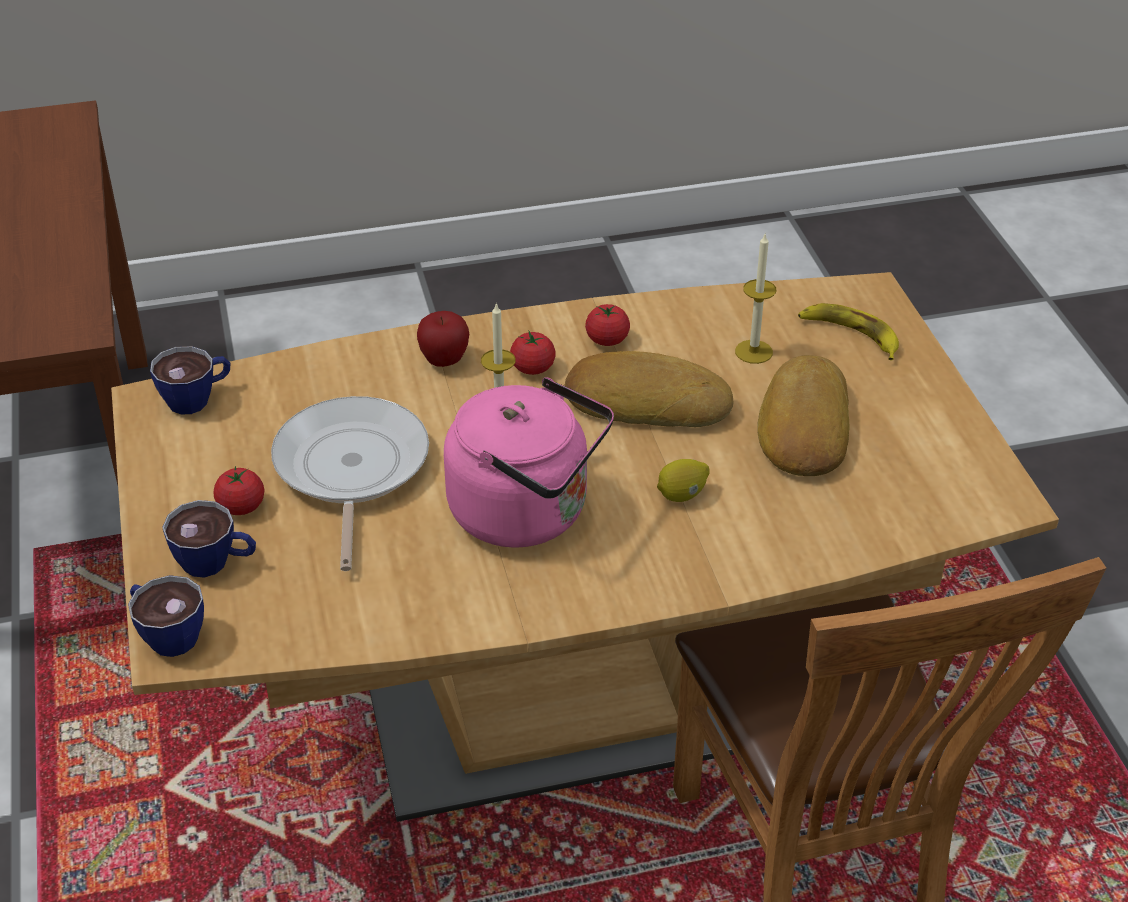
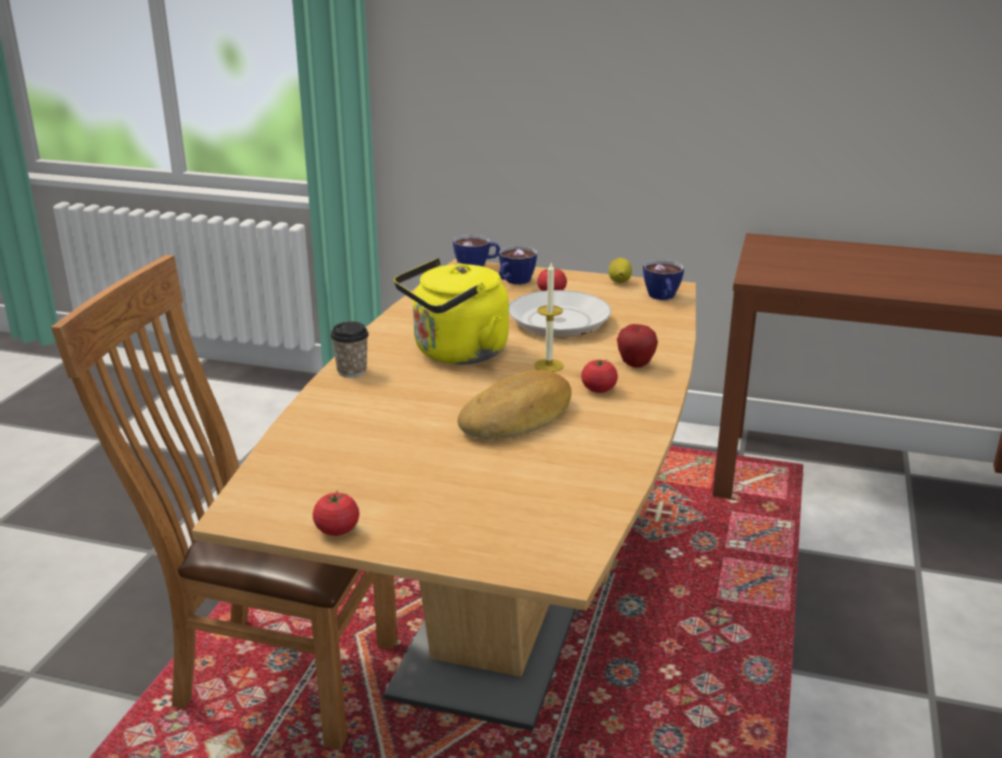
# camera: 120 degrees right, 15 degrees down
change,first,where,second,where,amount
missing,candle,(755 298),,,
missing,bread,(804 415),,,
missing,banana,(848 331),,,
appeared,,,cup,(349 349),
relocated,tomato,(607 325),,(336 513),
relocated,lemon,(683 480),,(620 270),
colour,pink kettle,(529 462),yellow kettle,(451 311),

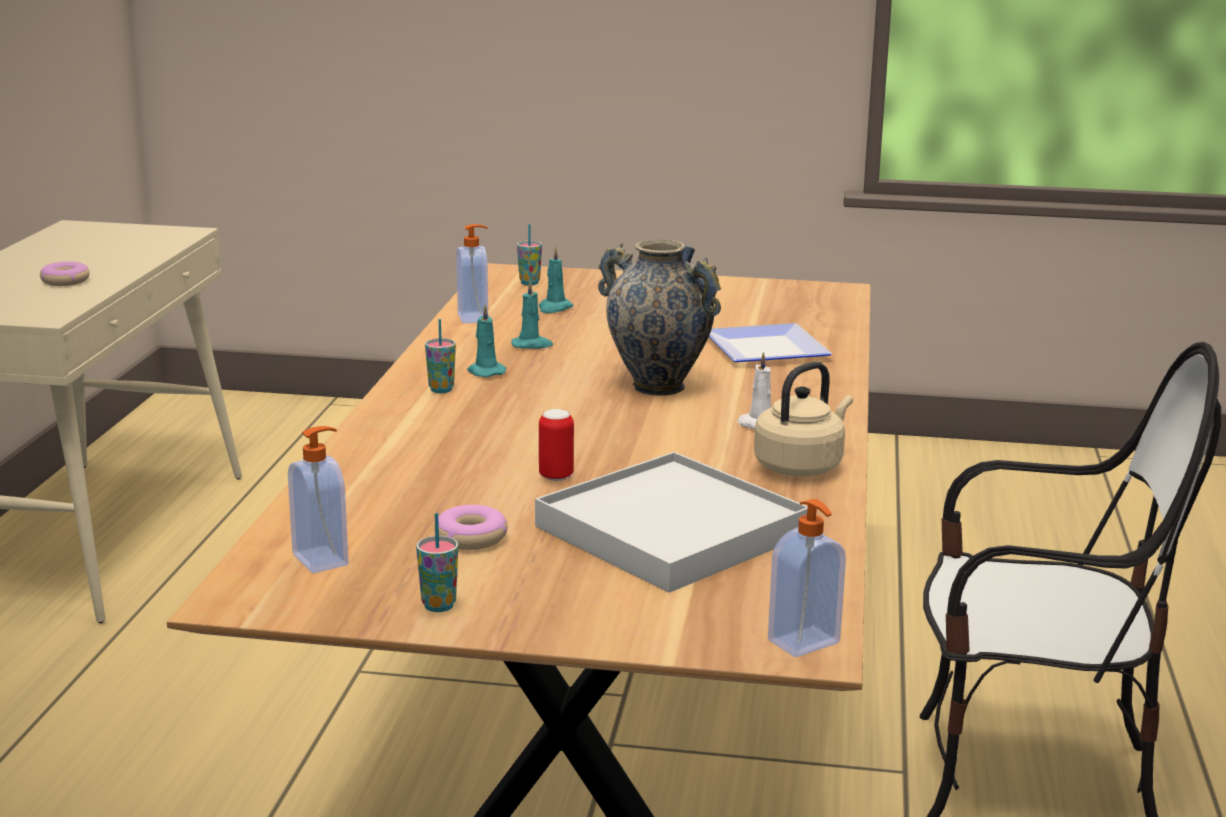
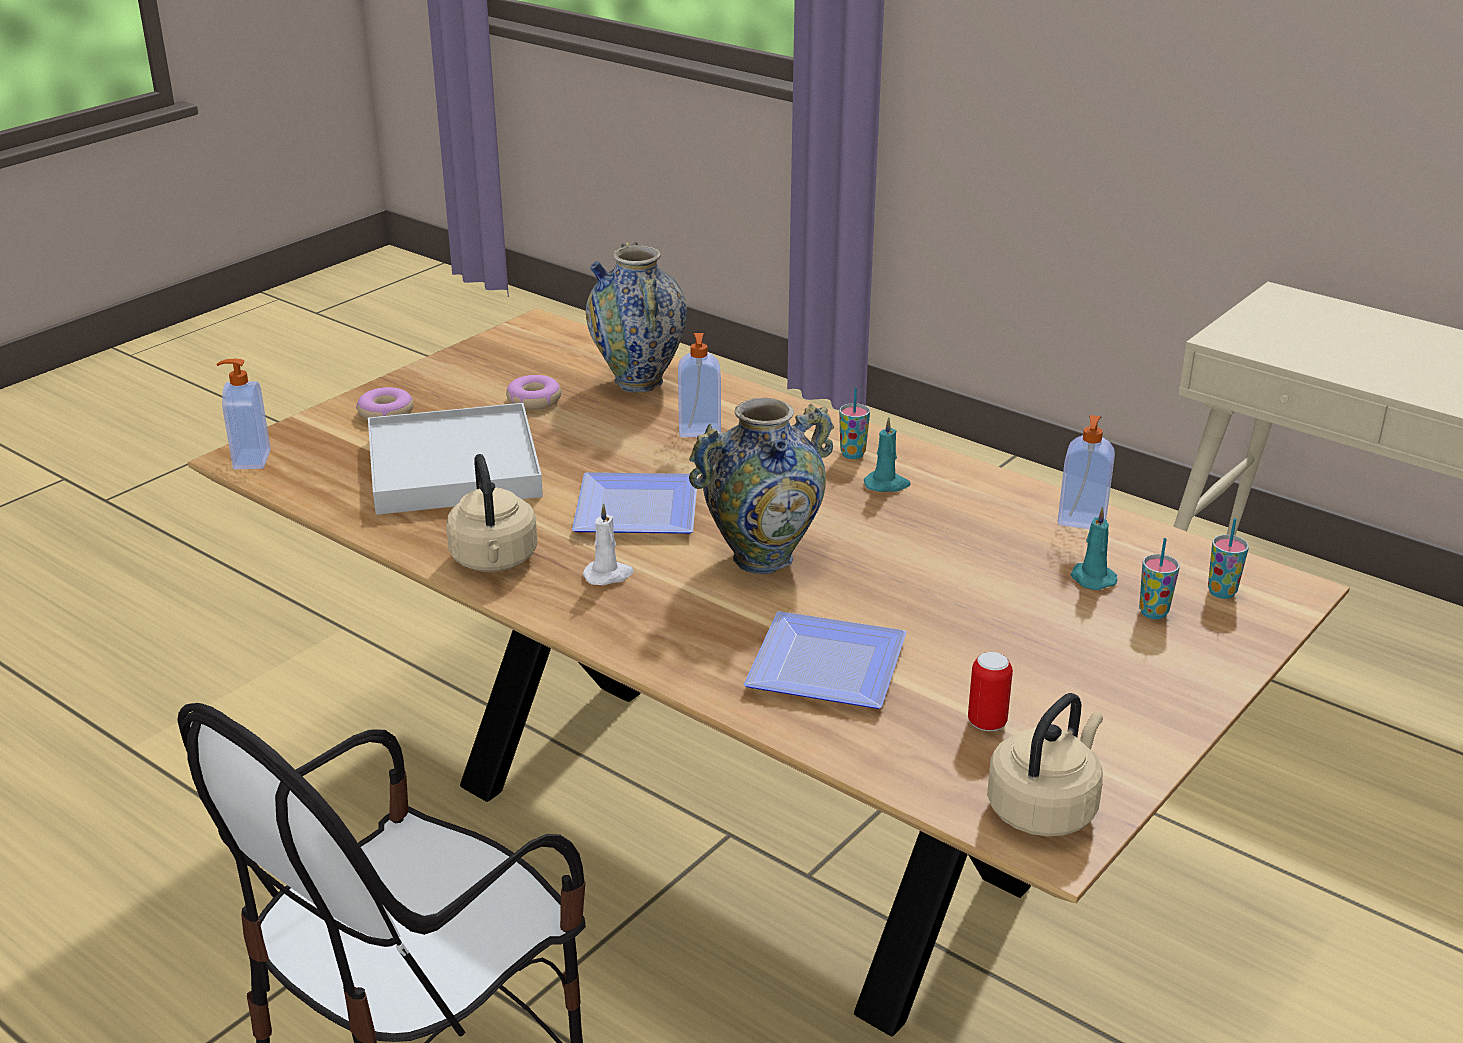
# camera: 120 degrees right, 10 degrees up
change,first,where,second,where,amount
missing,turquoise candle,(532 314),,,
appeared,,,plate,(635 503),
appeared,,,vase,(636 317),
appeared,,,beige kettle,(1045 764),
relocated,donut,(65 273),,(385 403),
relocated,soap dispenser,(318 499),,(699 385),
relocated,cup,(437 562),,(1159 578),
relocated,can,(556 445),,(990 691),

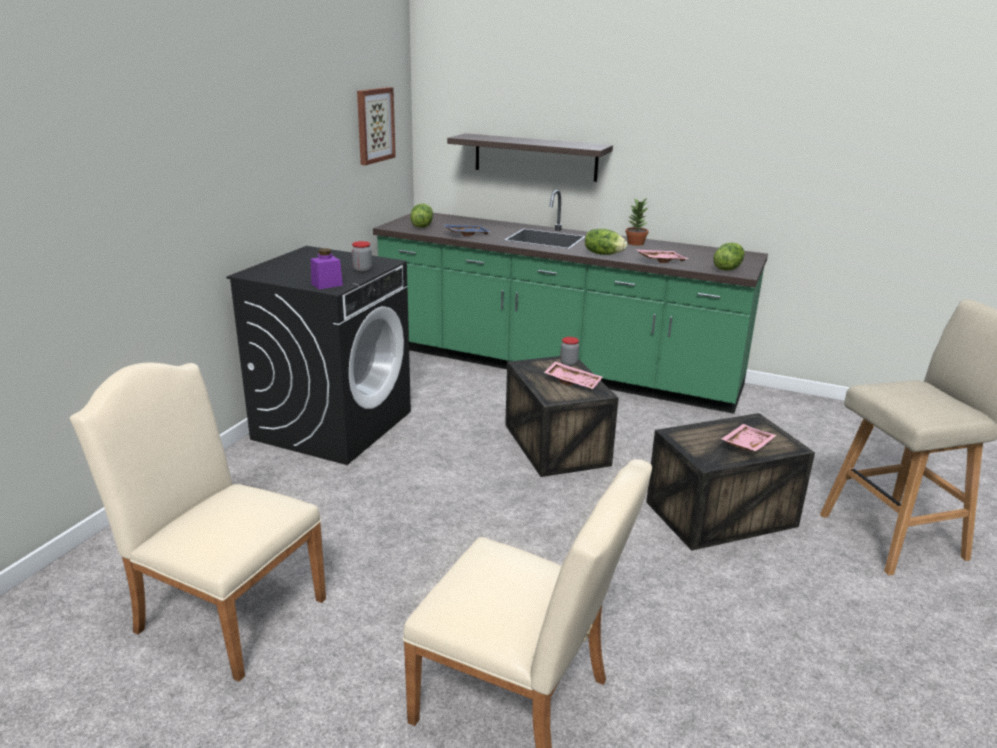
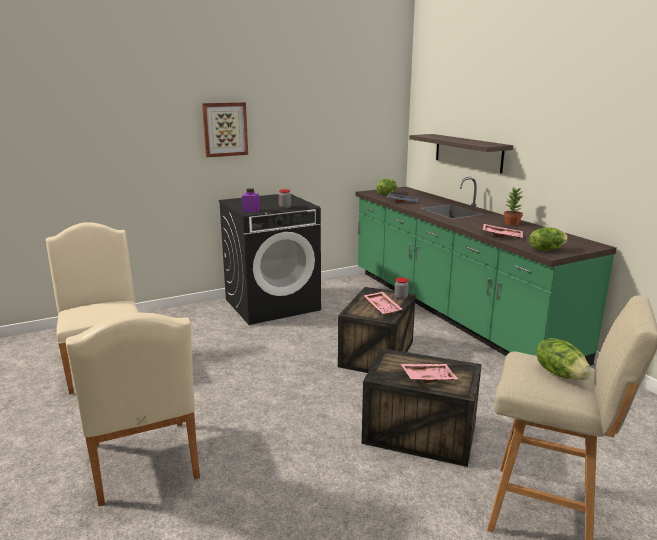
# camera: 40 degrees right, 5 degrees down
change,first,where,second,where,amount
relocated,picture,(376 126),,(225 129),
relocated,lettuce,(606 242),,(564 359),

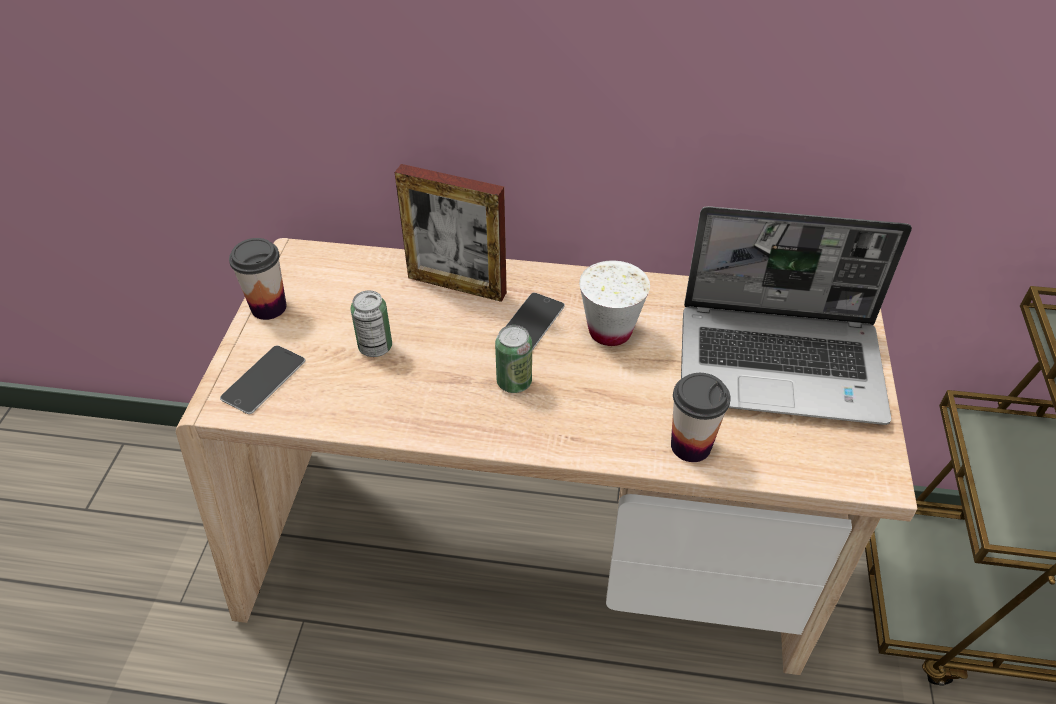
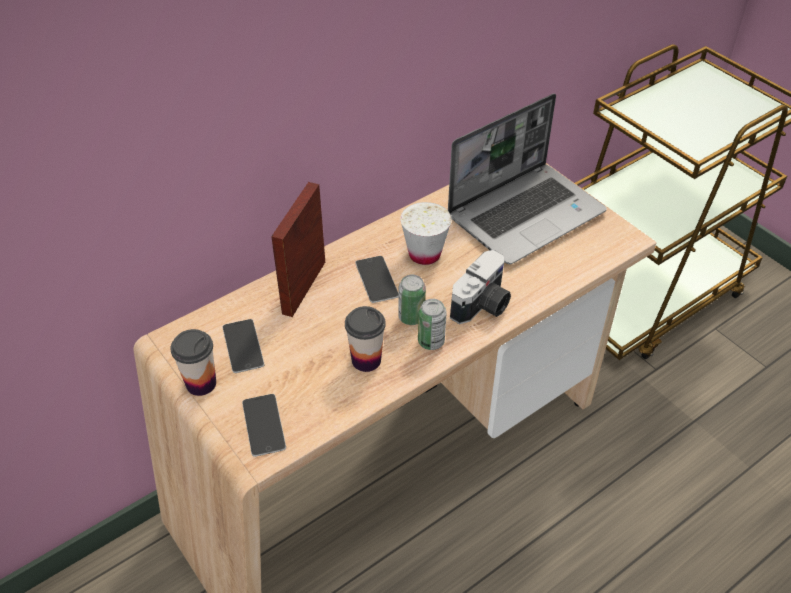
# camera: 45 degrees left, 0 degrees up
change,first,where,second,where,amount
appeared,,,phone,(243 346),
appeared,,,photo camera,(480 287),
relocated,can,(371 323),,(432 324),
relocated,cup,(701 417),,(365 339),
spun,picture frame,(451 233),,(298 249),135 degrees clockwise

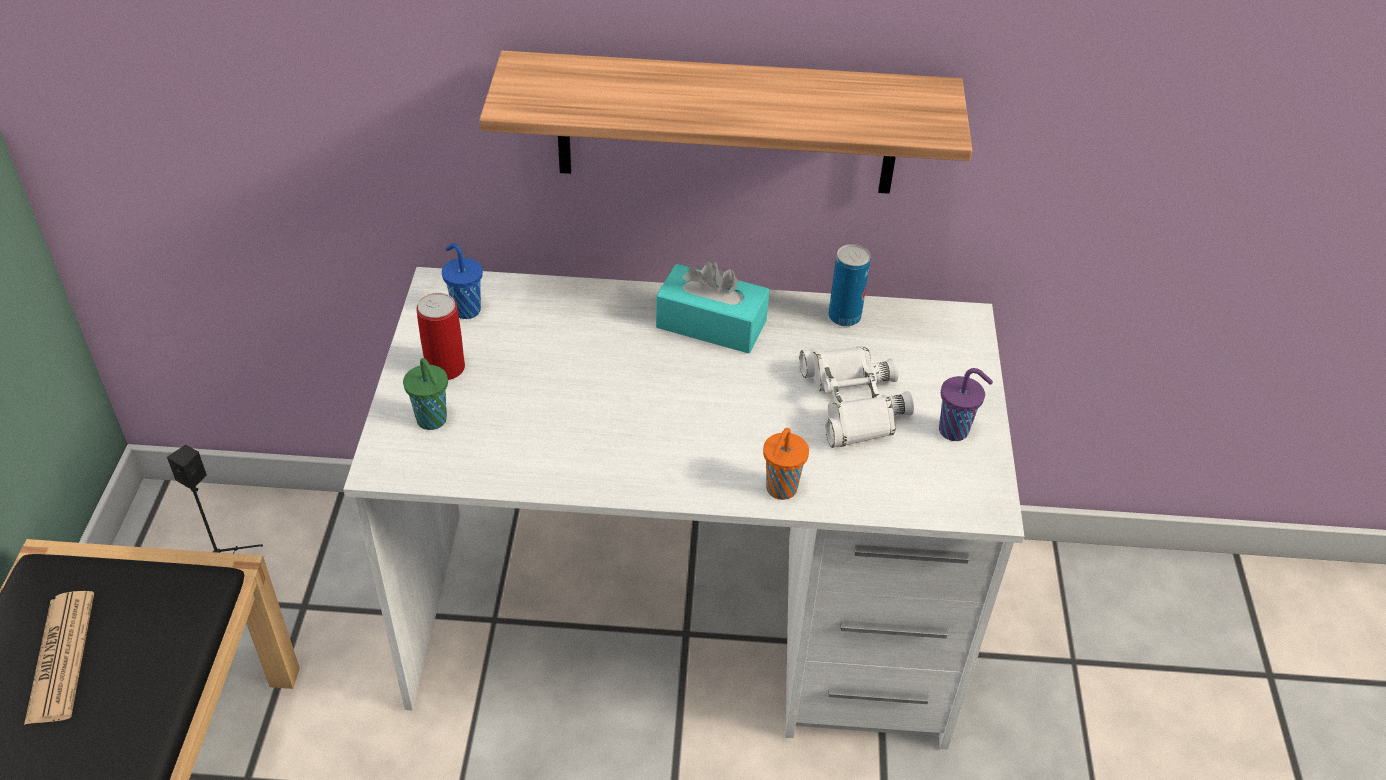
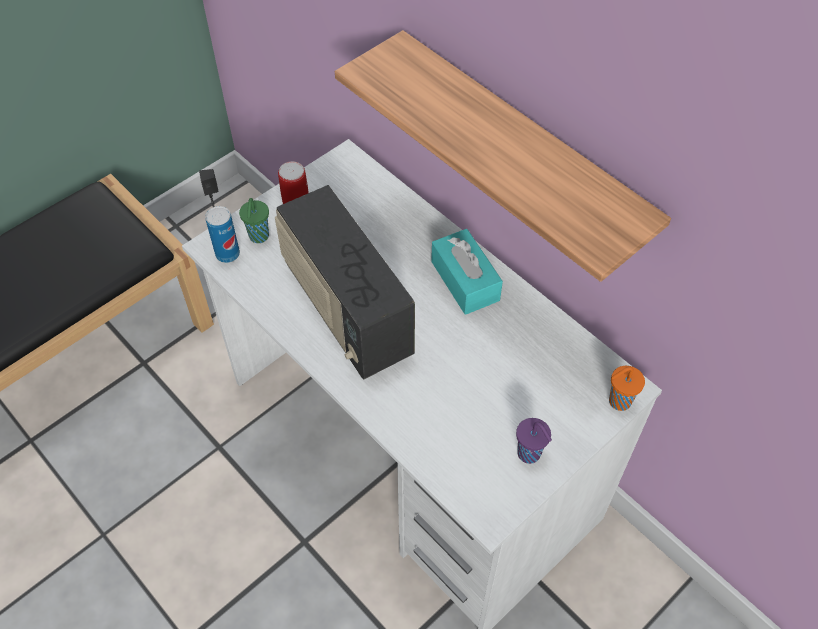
# camera: 45 degrees right, 10 degrees up
change,first,where,second,where,amount
missing,newspaper,(59 658),,,
missing,blue cup,(462 281),,,
missing,white binoculars,(856 397),,,
appeared,,,radio,(345 282),
relocated,orange cup,(786 464),,(627 388),
relocated,can,(849 285),,(222 234),

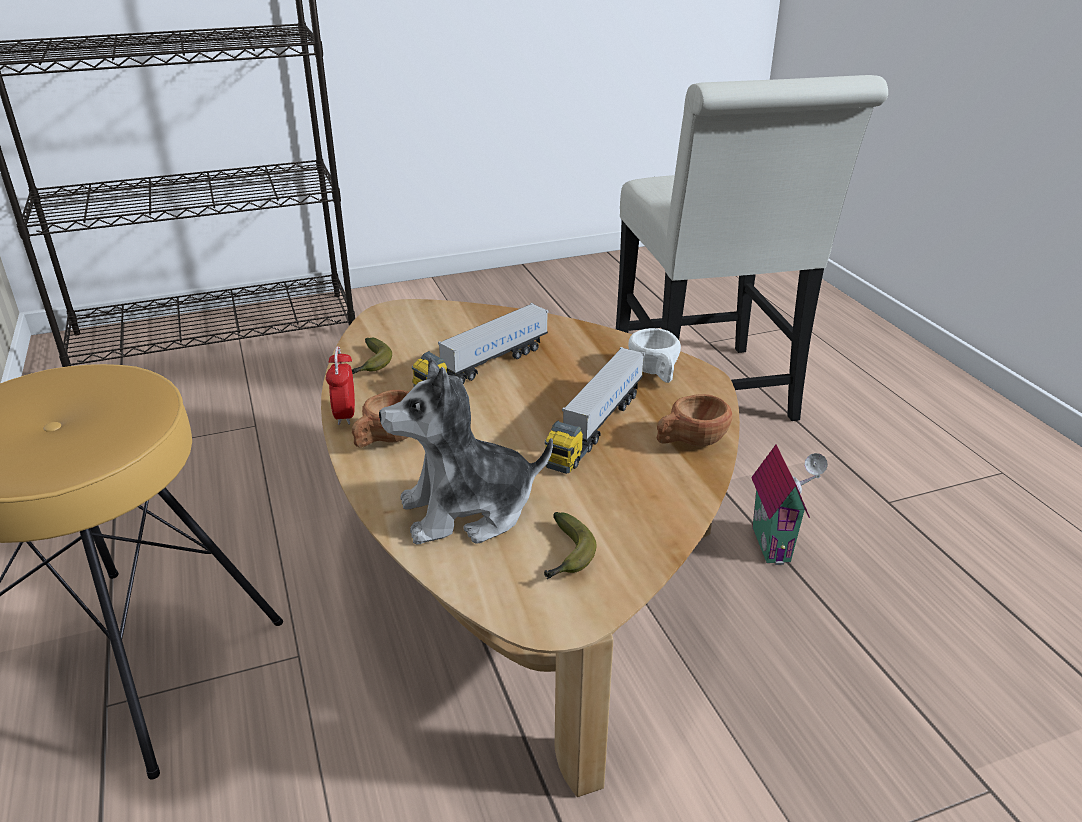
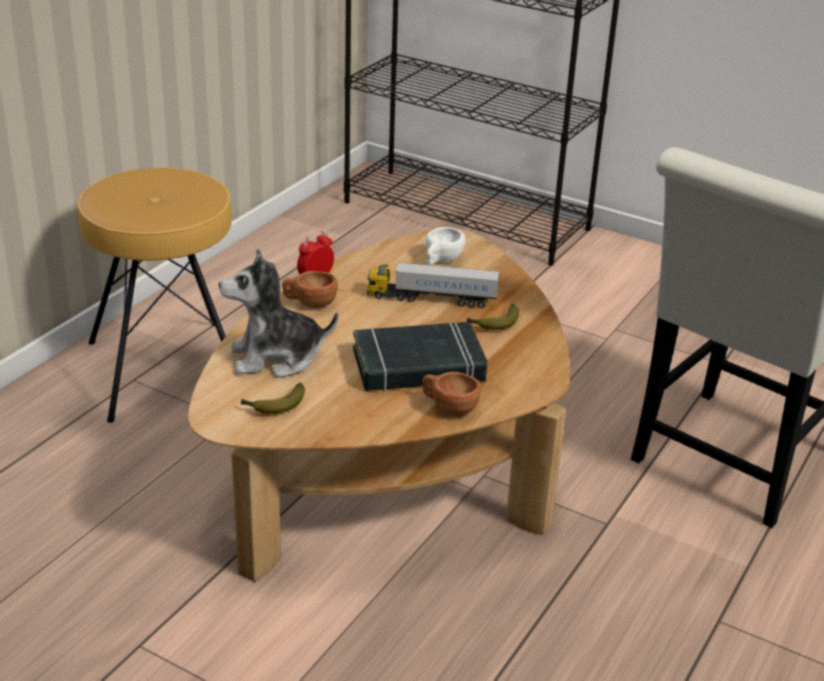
# camera: 50 degrees right, 0 degrees up
change,first,where,second,where,amount
missing,toy house,(789 505),,,
relocated,banana,(372 356),,(493 317),
relocated,white cup,(654 355),,(445 246),
exchanged,toy truck,(595 410),black book,(420 357),
spun,plush toy,(466 451),,(278 313),45 degrees counterclockwise

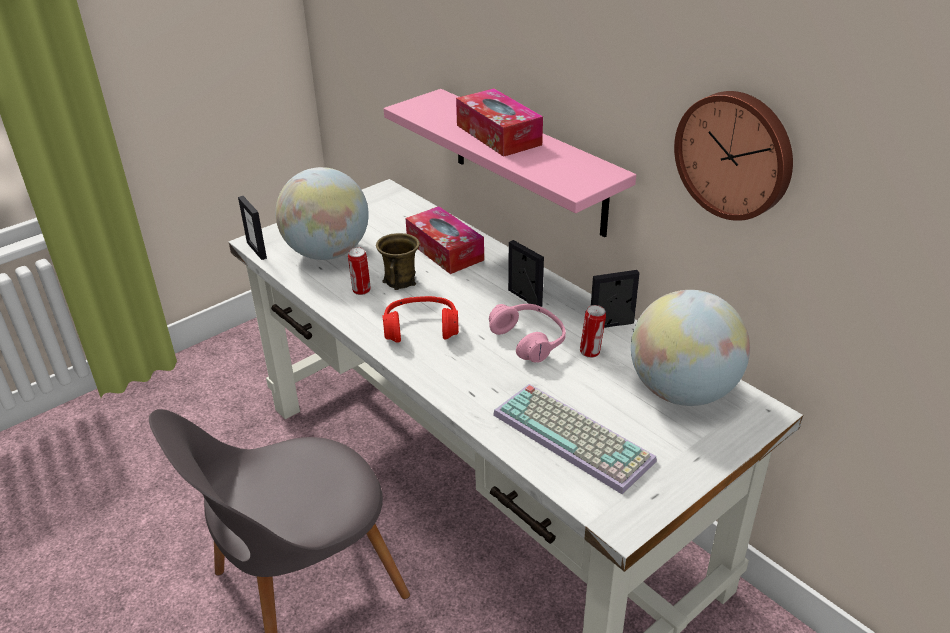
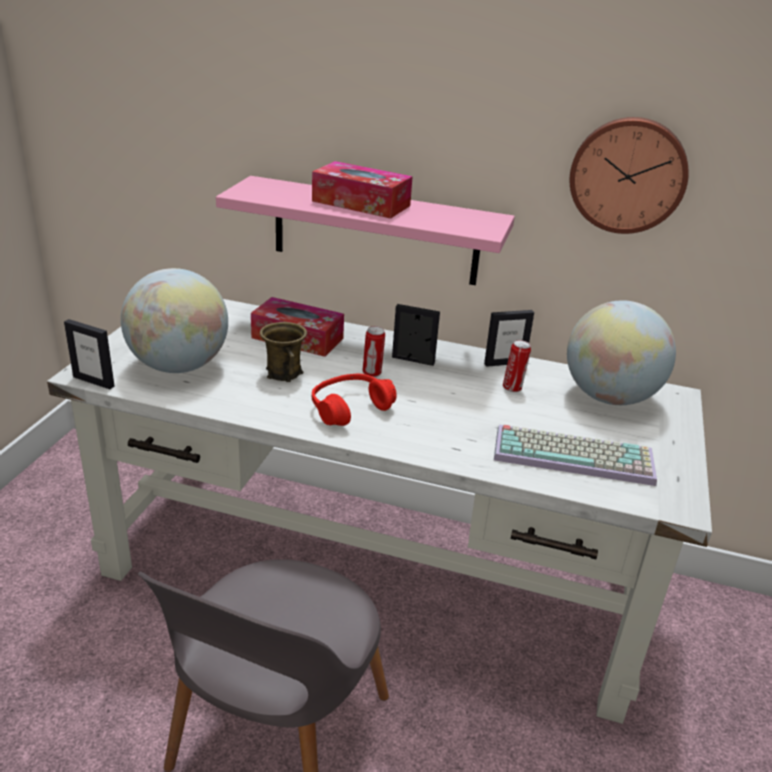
# camera: 35 degrees left, 5 degrees down
change,first,where,second,where,amount
missing,pink headphones,(527 333),,,
relocated,can,(359 271),,(374 351),
spun,picture frame,(615 299),,(509 338),150 degrees counterclockwise

